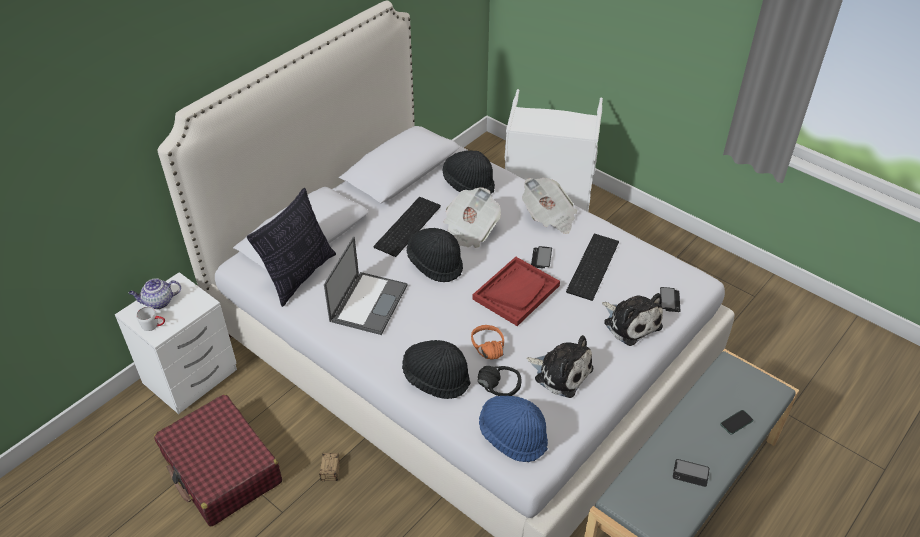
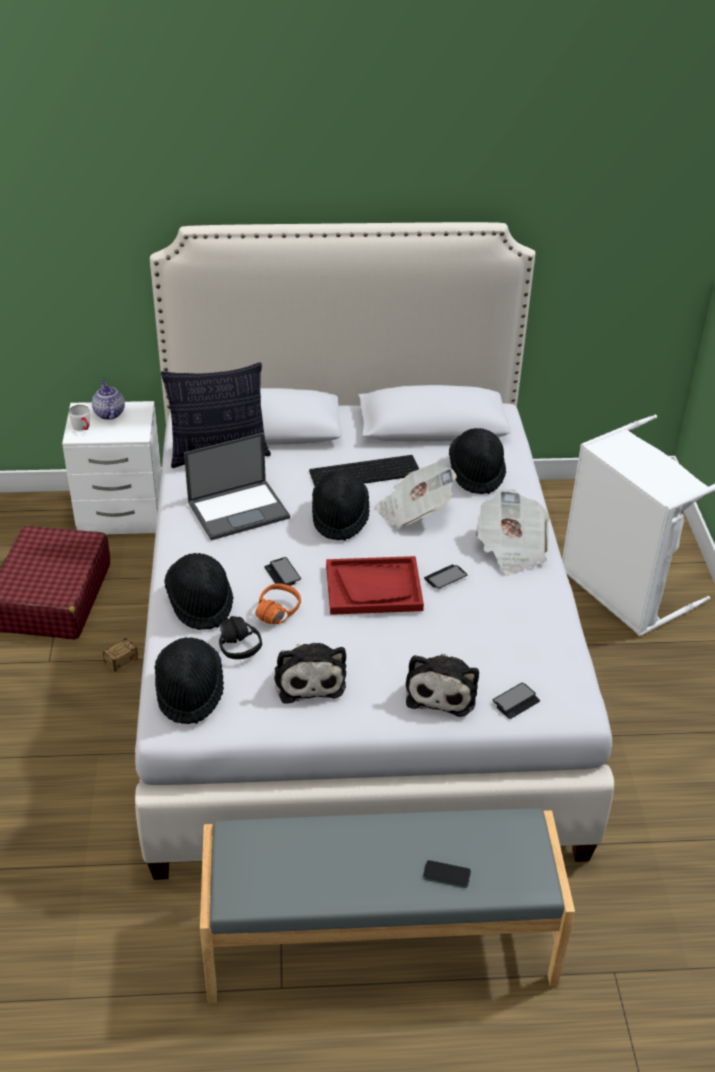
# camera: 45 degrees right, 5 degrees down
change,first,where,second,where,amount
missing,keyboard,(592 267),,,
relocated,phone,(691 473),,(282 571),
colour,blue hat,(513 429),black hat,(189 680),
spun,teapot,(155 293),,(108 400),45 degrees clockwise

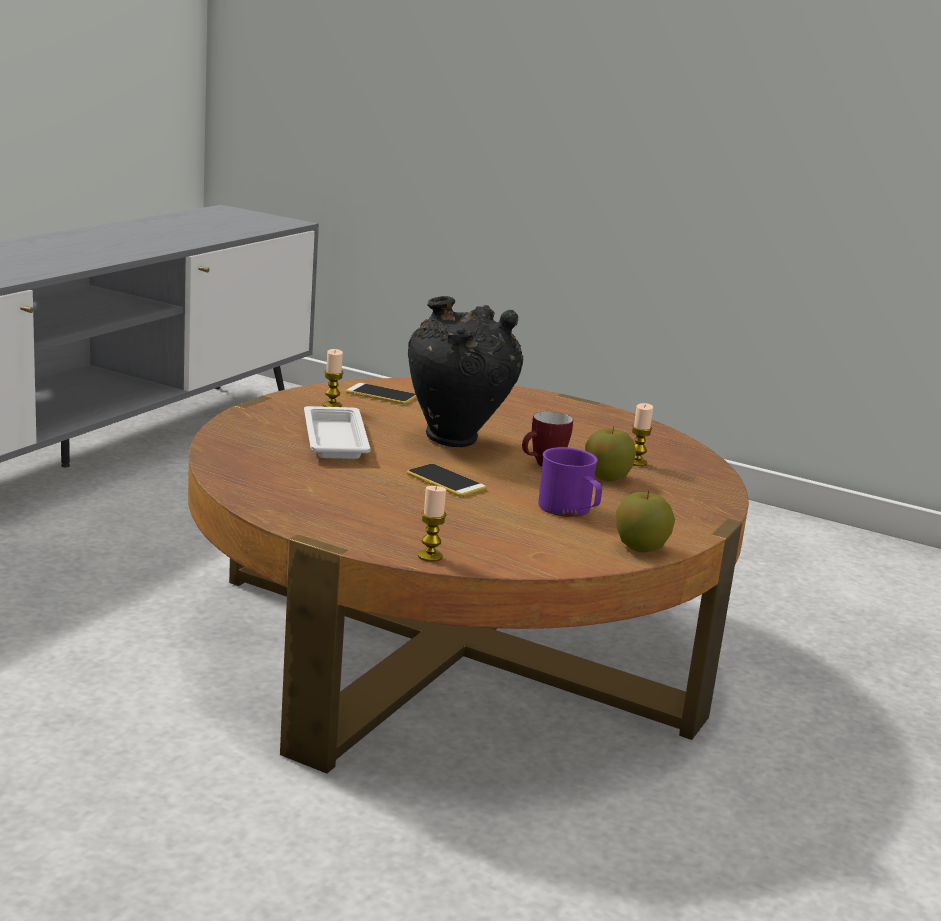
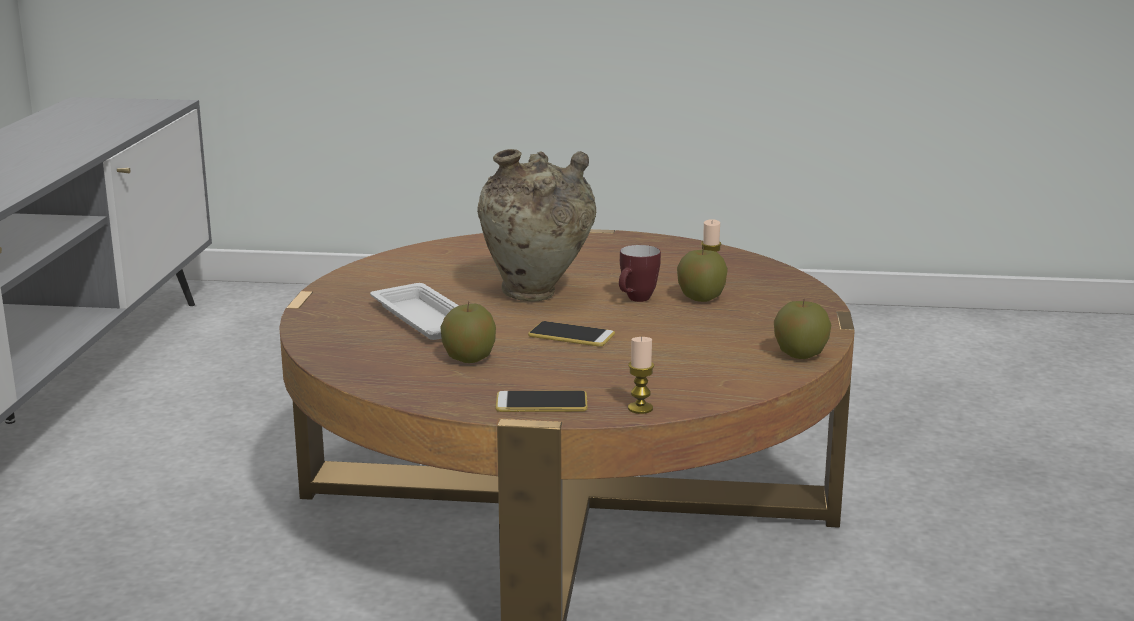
# camera: 20 degrees left, 0 degrees up
change,first,where,second,where,amount
missing,candle,(333 378),,,
missing,purple mug,(570 482),,,
appeared,,,apple,(468 332),
relocated,phone,(381 394),,(542 401),
colour,black vase,(465 371),beige vase,(536 225),

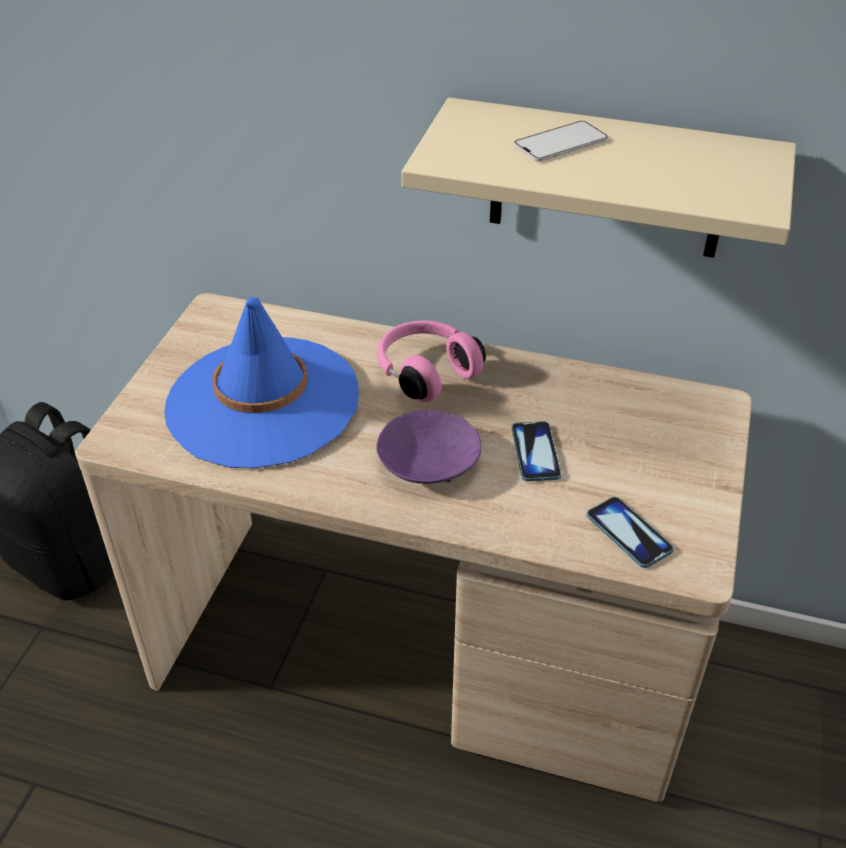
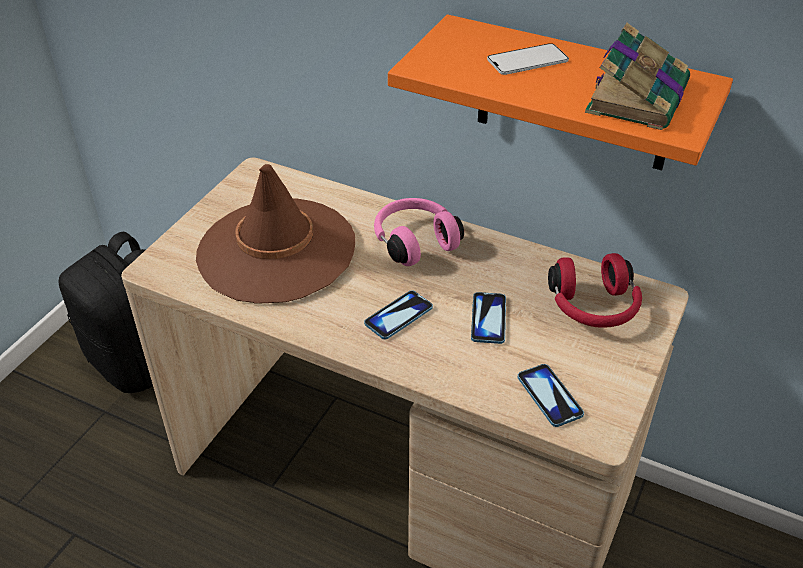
# camera: 10 degrees right, 0 degrees up
change,first,where,second,where,amount
appeared,,,red headphones,(595 290),
appeared,,,book,(637 76),
exchanged,purple bowl,(428 447),phone,(398 314),
colour,blue hat,(261 383),brown hat,(275 234),
colour,beige shelf,(599 177),orange shelf,(560 92),

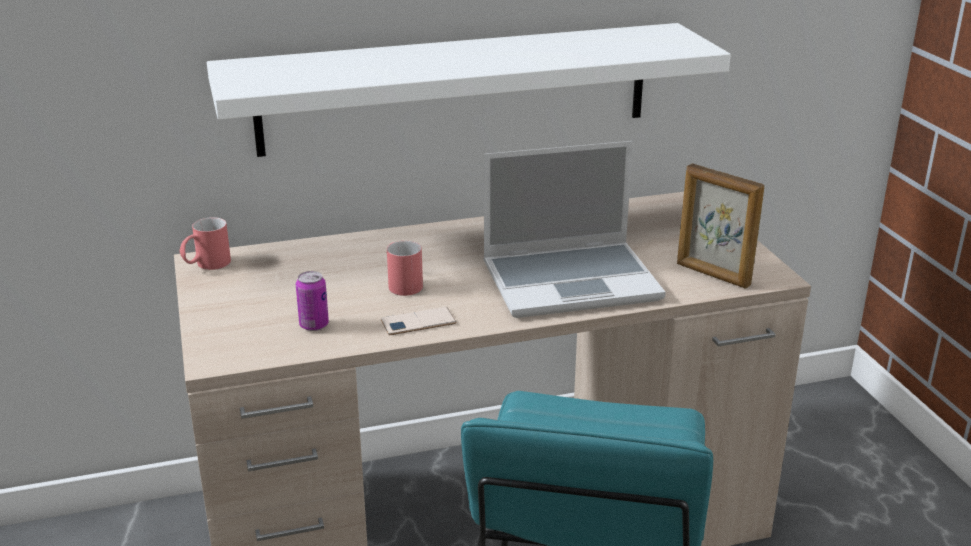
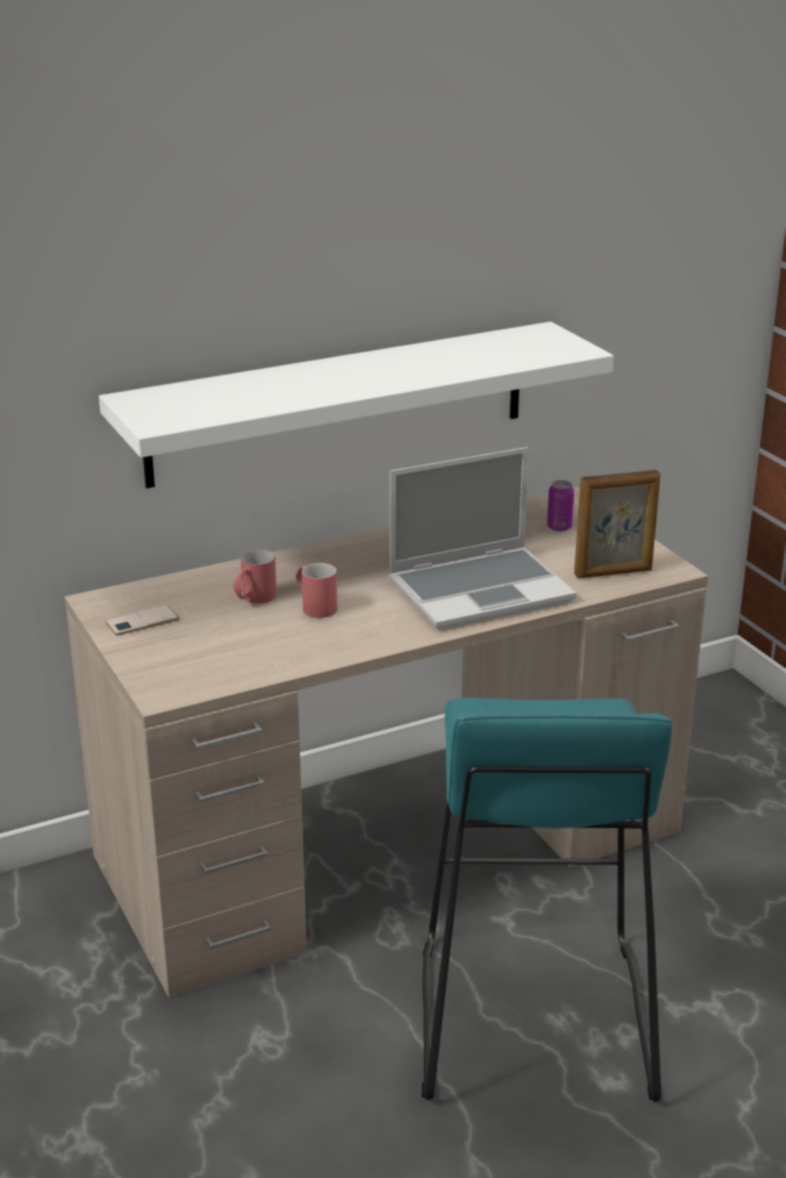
# camera: 10 degrees left, 0 degrees up
change,first,where,second,where,amount
relocated,red mug,(205 243),,(255 576),
relocated,can,(312 301),,(560 506),
relocated,phone,(419 321),,(142 620),
spun,picture frame,(720 226),,(617 524),45 degrees counterclockwise

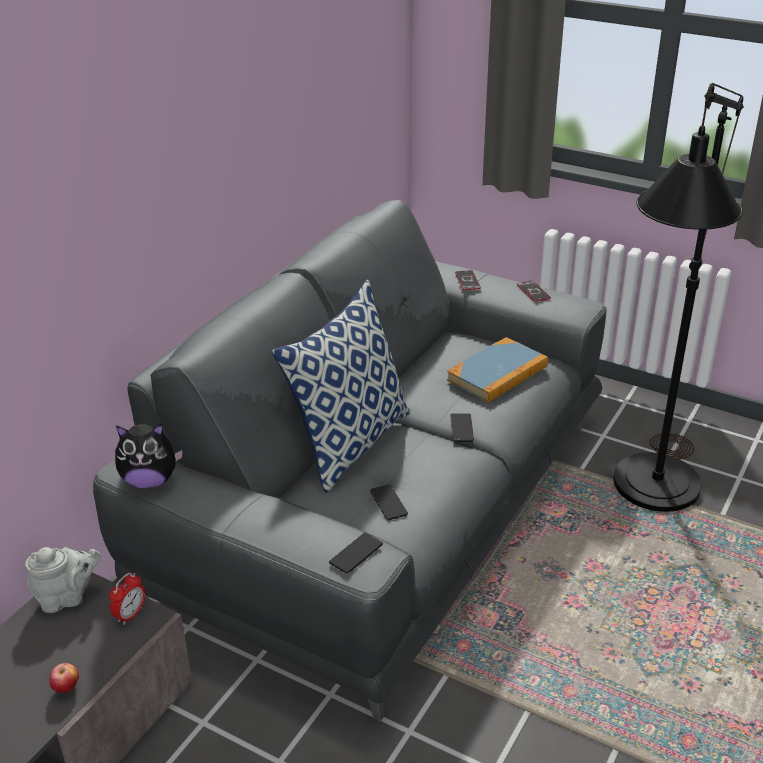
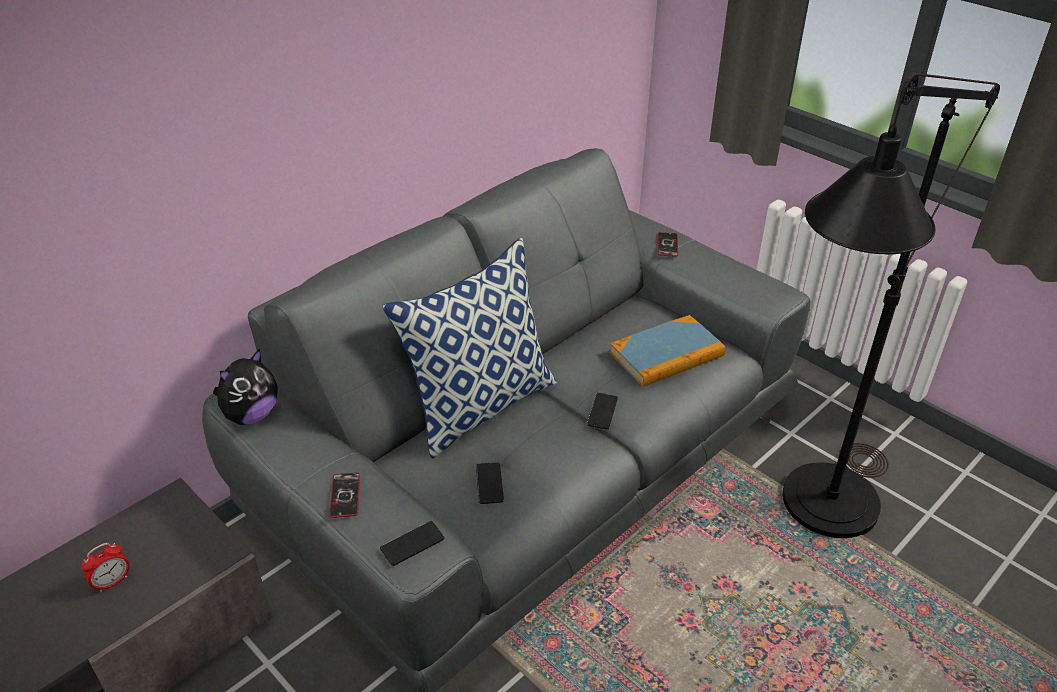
# camera: 15 degrees right, 5 degrees up
change,first,where,second,where,amount
missing,grey teapot,(63 580),,,
missing,apple,(64 678),,,
relocated,alarm clock,(127 599),,(105 567),
relocated,phone,(534 291),,(345 495),
spun,plush toy,(149 456),,(245 387),60 degrees counterclockwise

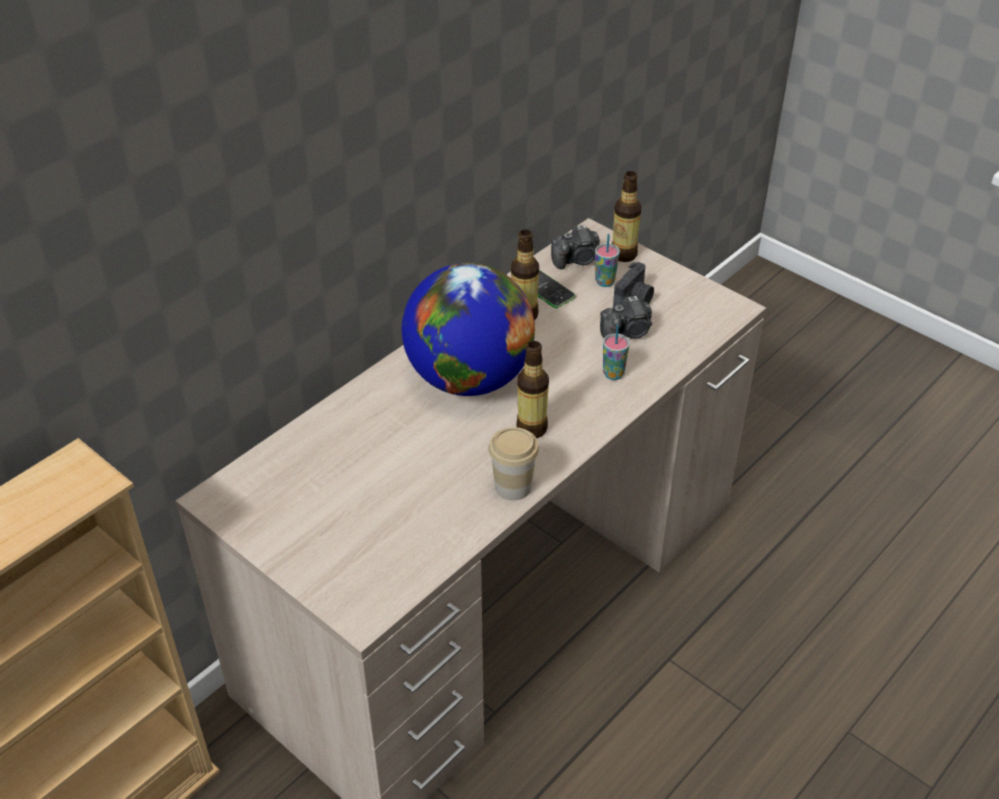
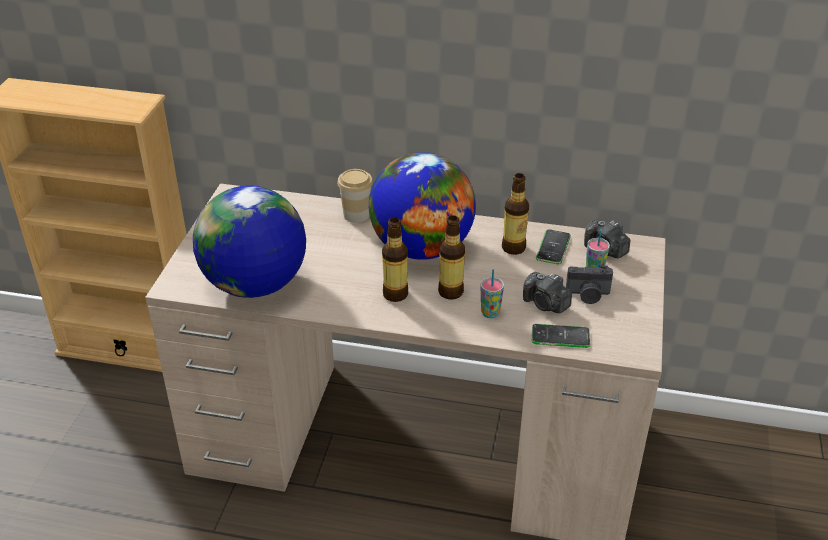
# camera: 60 degrees right, 5 degrees down
change,first,where,second,where,amount
appeared,,,globe,(249 241),
appeared,,,phone,(560 336),
relocated,cup,(513 464),,(355 196),
relocated,bottle,(627 216),,(451 257),

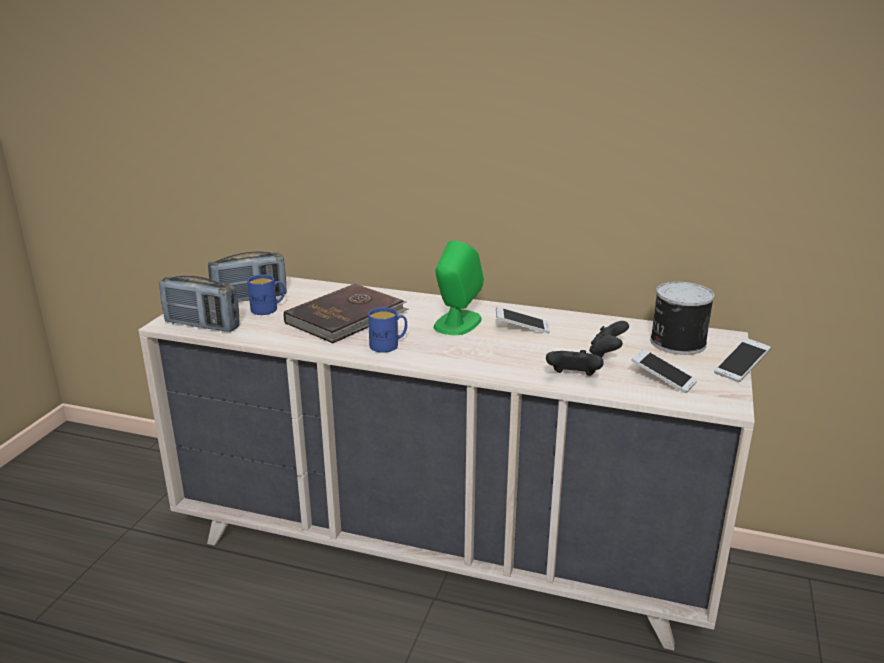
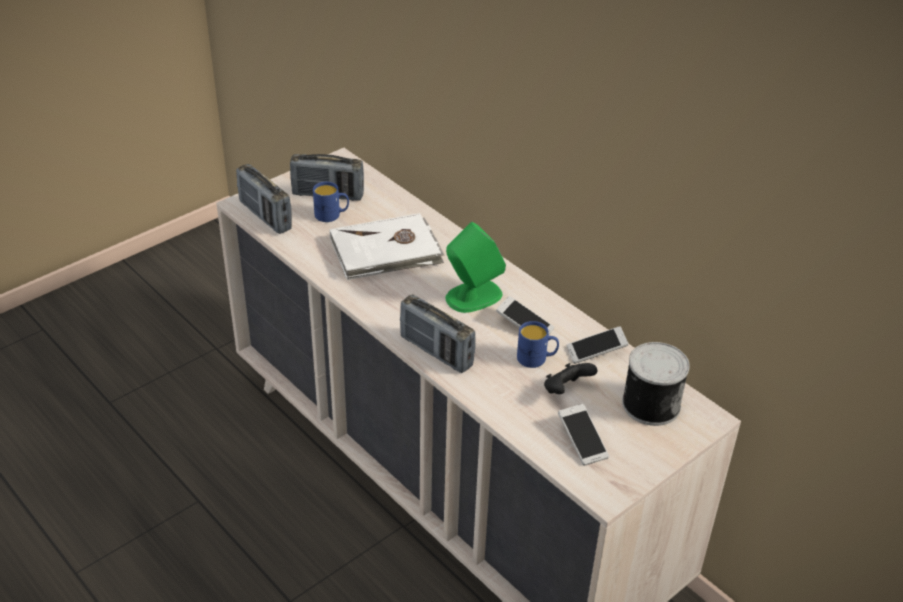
# camera: 30 degrees right, 15 degrees up
change,first,where,second,where,amount
missing,black game controller,(575 363),,,
appeared,,,radio,(438 333),
relocated,blue mug,(387 330),,(538 344),
relocated,phone,(742 360),,(597 345),
colour,brown book,(346 313),white book,(387 246),

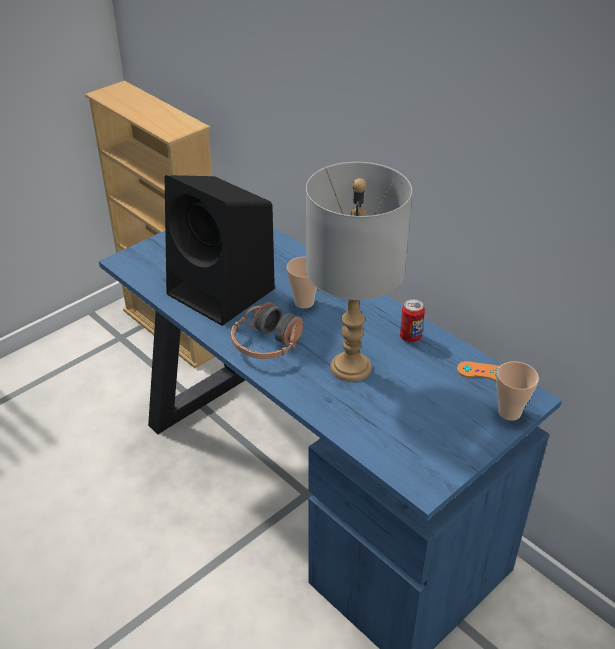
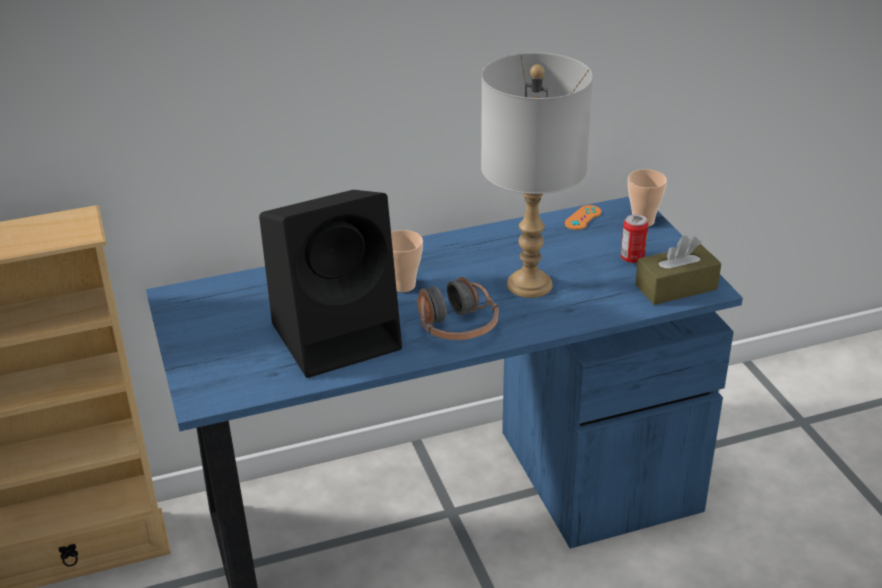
# camera: 65 degrees left, 5 degrees down
change,first,where,second,where,amount
appeared,,,brown tissue box,(678 270),
relocated,can,(412 320),,(634 238),

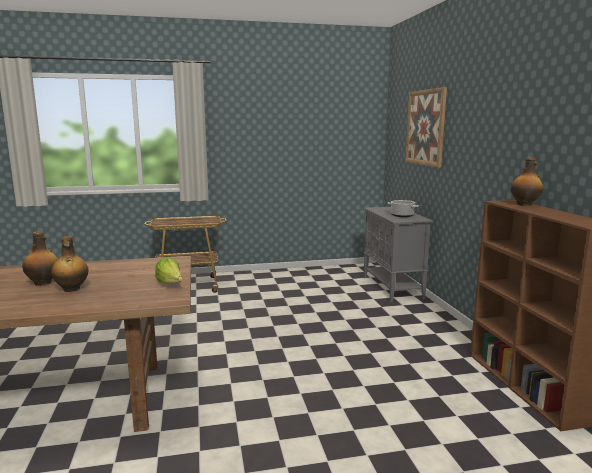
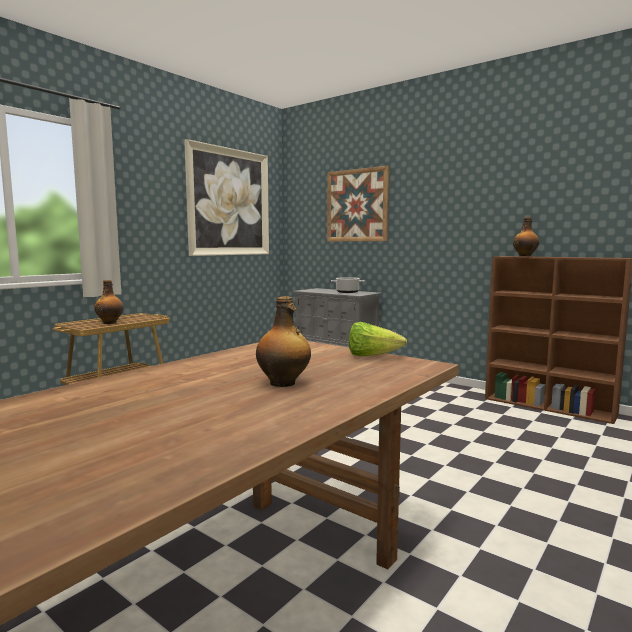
# camera: 40 degrees left, 5 degrees down
change,first,where,second,where,amount
appeared,,,picture,(226 197),
relocated,bottle,(40 258),,(108 302),

